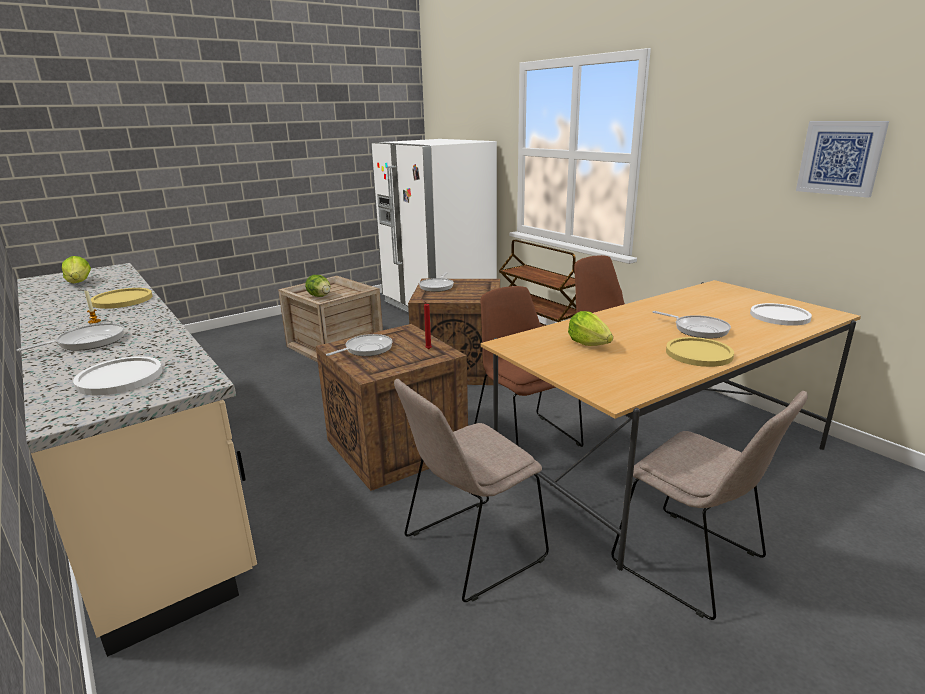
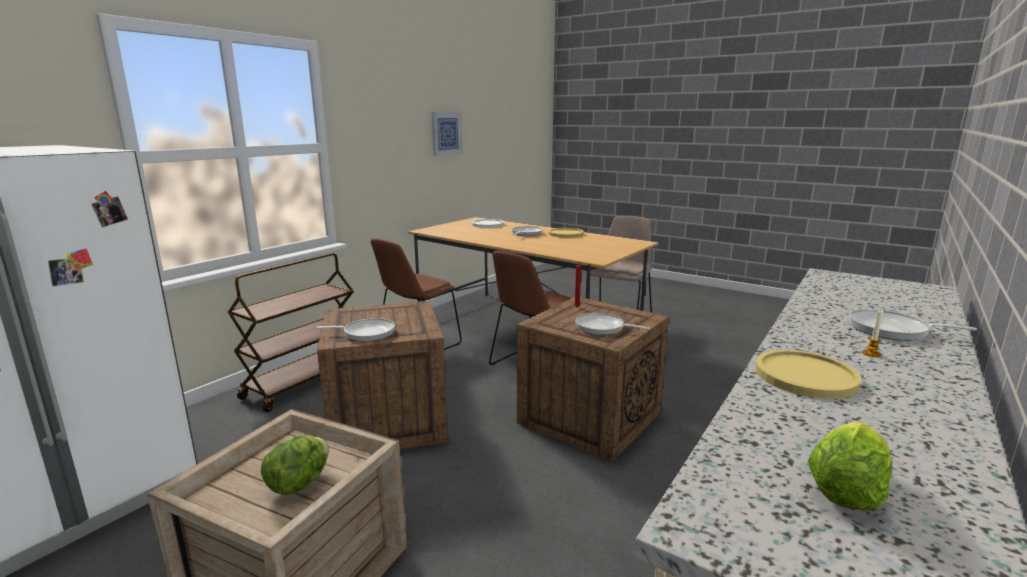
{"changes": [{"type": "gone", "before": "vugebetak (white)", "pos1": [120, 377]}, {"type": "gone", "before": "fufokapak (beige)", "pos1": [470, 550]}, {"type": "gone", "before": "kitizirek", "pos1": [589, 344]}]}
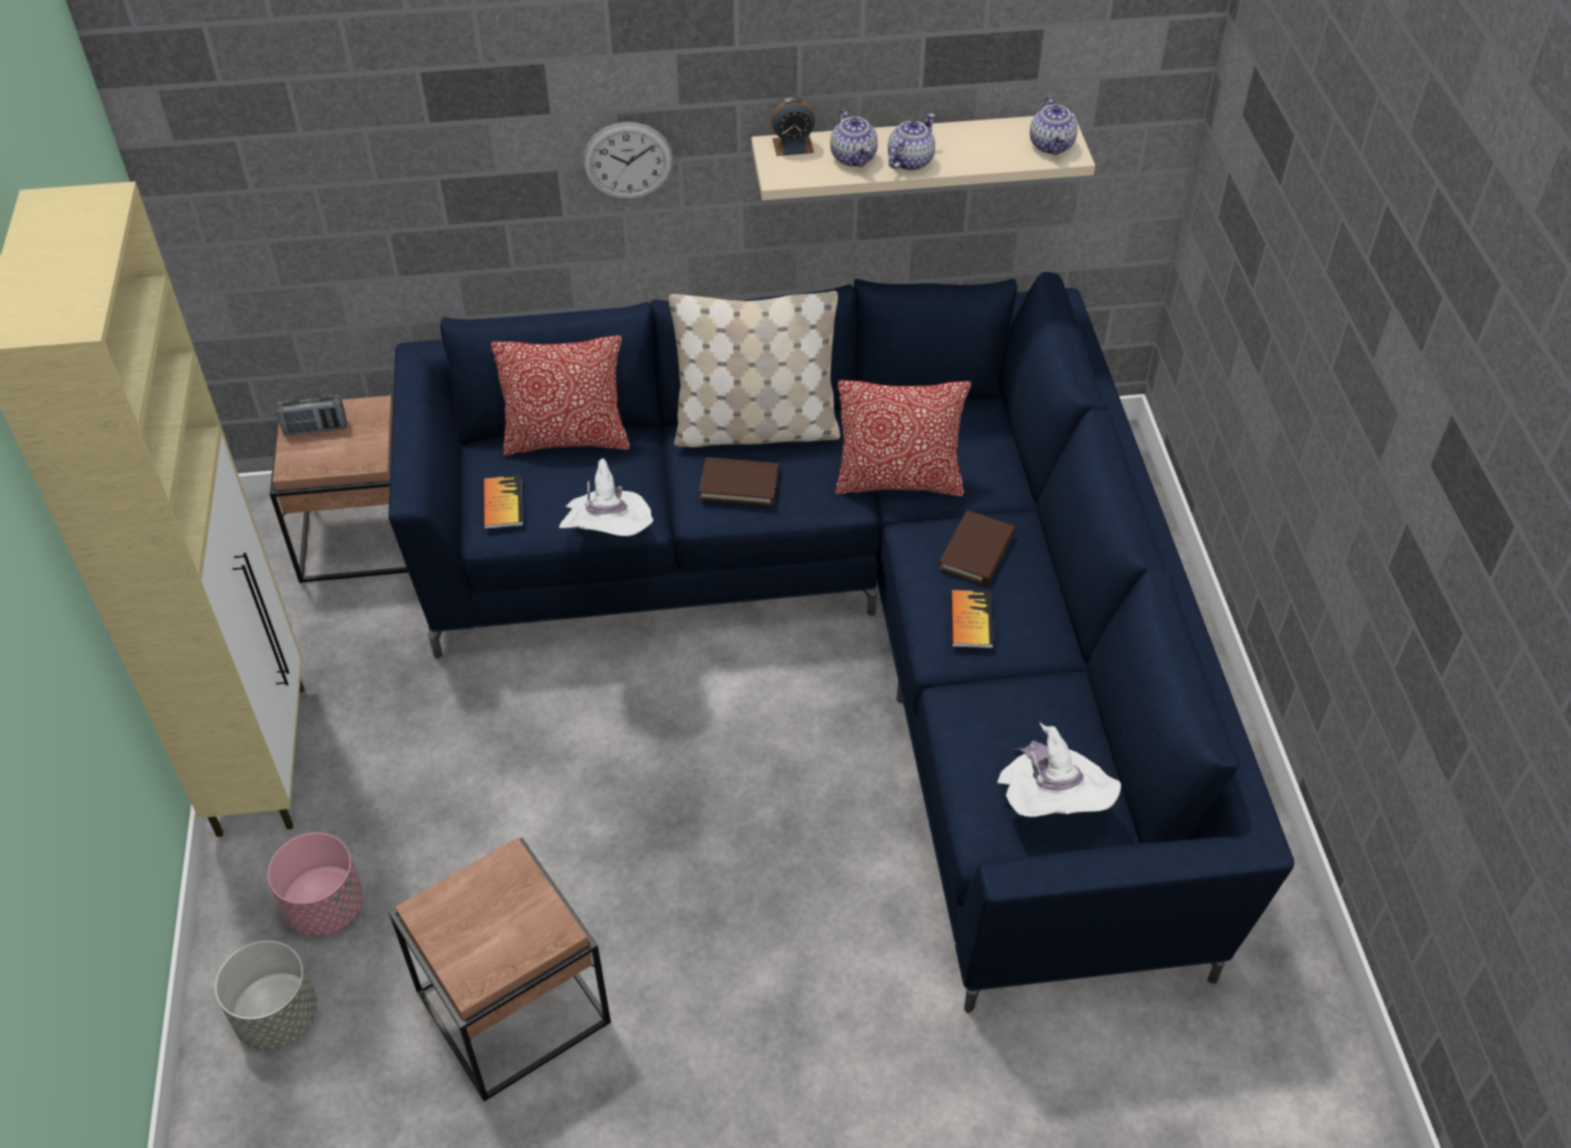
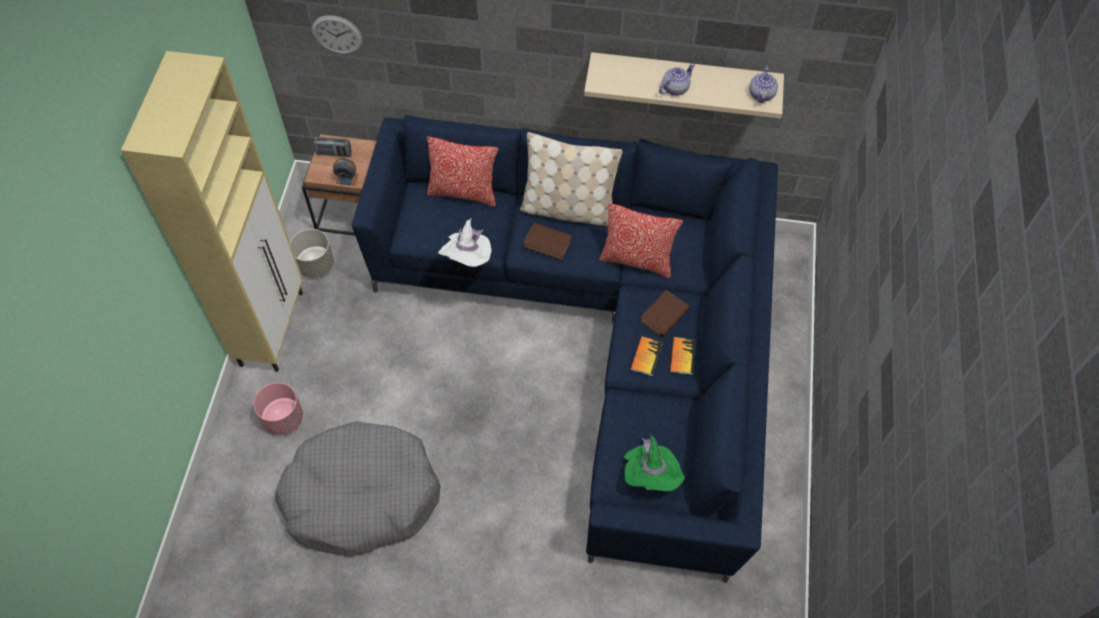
{"changes": [{"type": "swapped", "before": "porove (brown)", "after": "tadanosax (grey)", "pos1": [513, 1005], "pos2": [361, 496]}, {"type": "shifted", "before": "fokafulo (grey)", "pos1": [277, 1016], "pos2": [315, 265]}, {"type": "shifted", "before": "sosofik", "pos1": [627, 161], "pos2": [337, 34]}, {"type": "shifted", "before": "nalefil", "pos1": [793, 145], "pos2": [347, 178]}, {"type": "repainted", "before": "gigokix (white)", "after": "gigokix (green)", "pos1": [1051, 804], "pos2": [650, 475]}, {"type": "shifted", "before": "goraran", "pos1": [503, 504], "pos2": [682, 356]}, {"type": "gone", "before": "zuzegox", "pos1": [854, 158]}]}
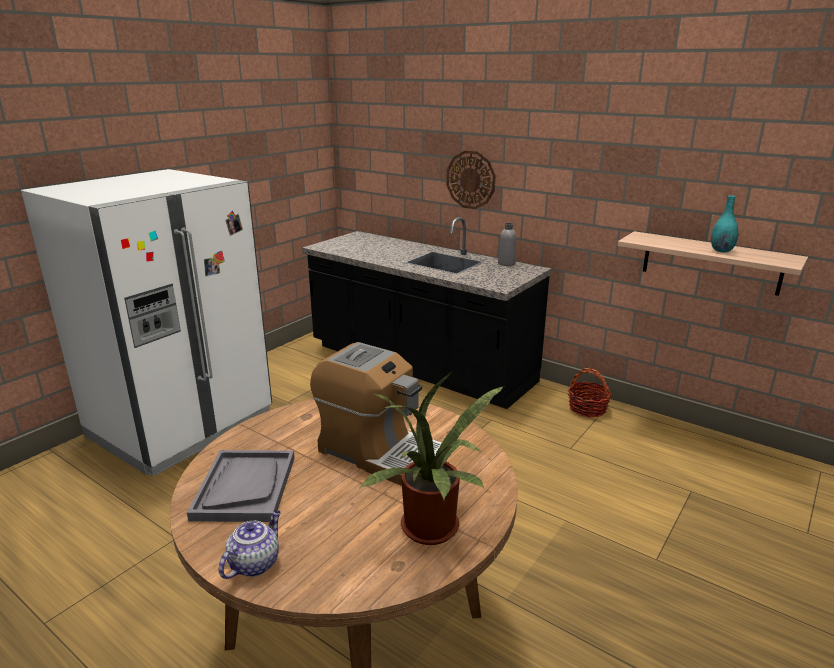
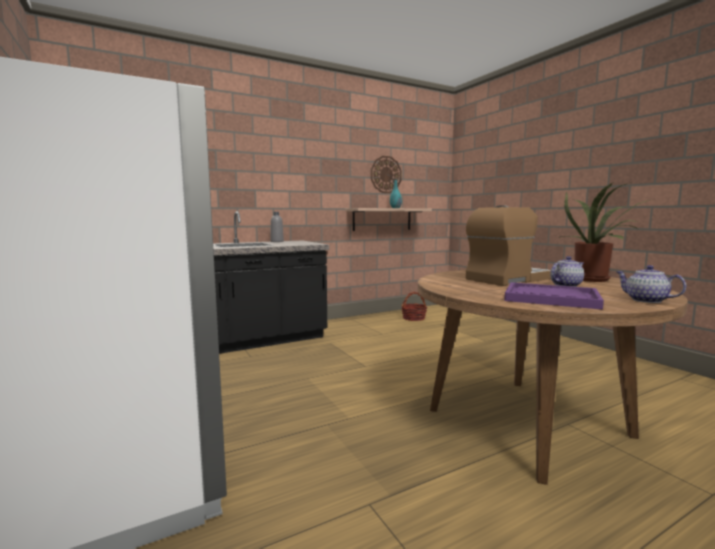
{"changes": [{"type": "shifted", "before": "sosofik", "pos1": [470, 180], "pos2": [385, 174]}, {"type": "shifted", "before": "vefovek", "pos1": [587, 408], "pos2": [413, 318]}, {"type": "repainted", "before": "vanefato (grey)", "after": "vanefato (purple)", "pos1": [245, 487], "pos2": [550, 298]}, {"type": "new", "after": "zuzegox", "pos2": [566, 285]}]}
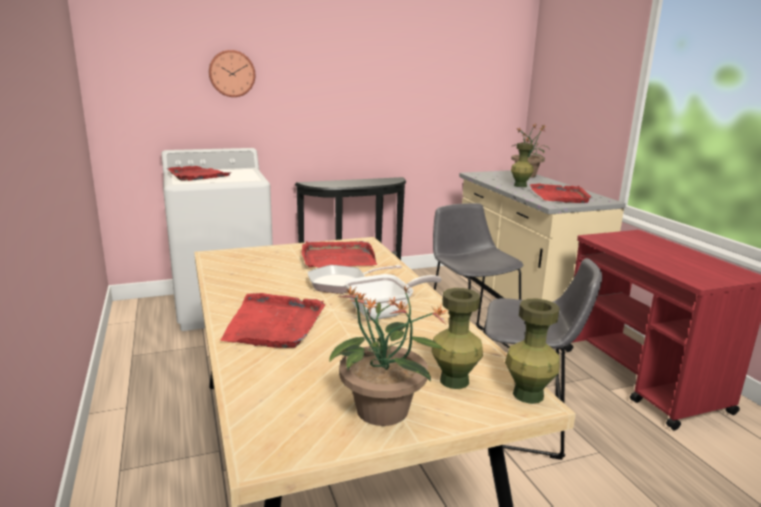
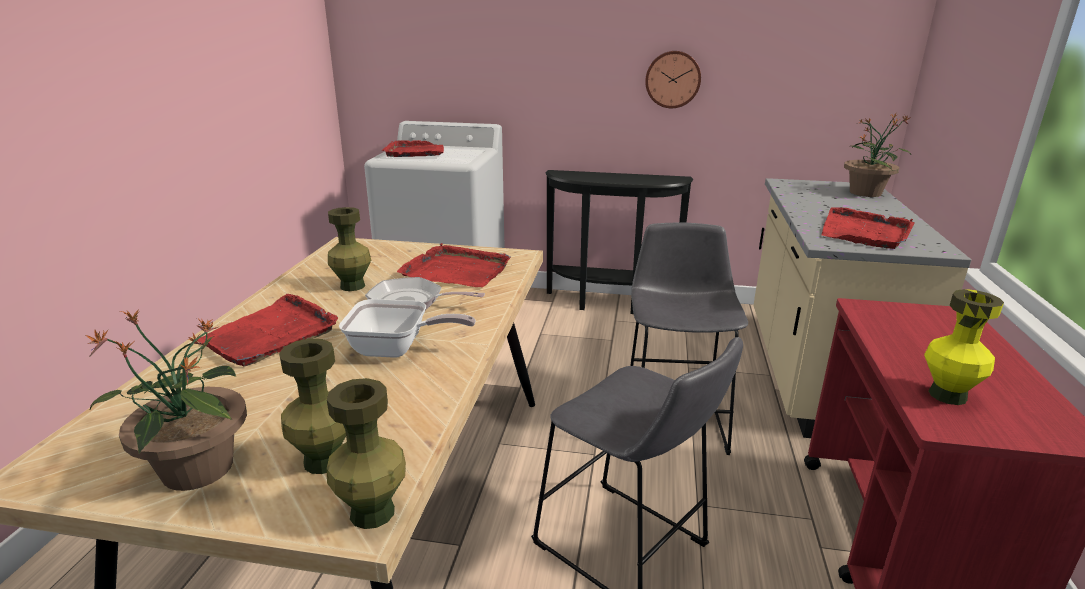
{"changes": [{"type": "shifted", "before": "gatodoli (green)", "pos1": [520, 185], "pos2": [352, 286]}, {"type": "shifted", "before": "sosofik", "pos1": [231, 73], "pos2": [672, 79]}, {"type": "new", "after": "gatodoli (yellow)", "pos2": [947, 395]}]}
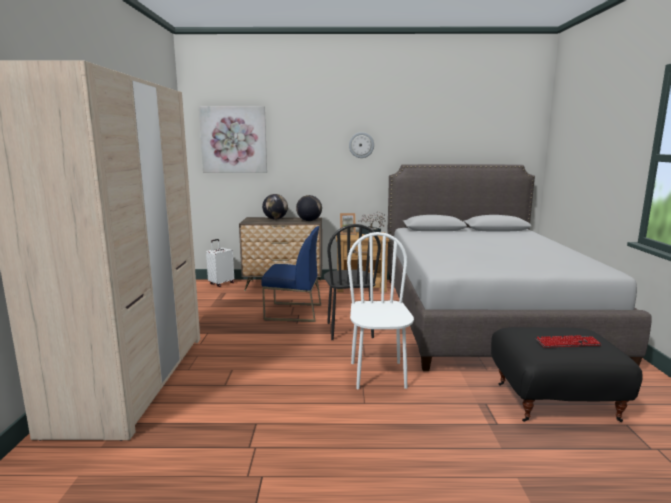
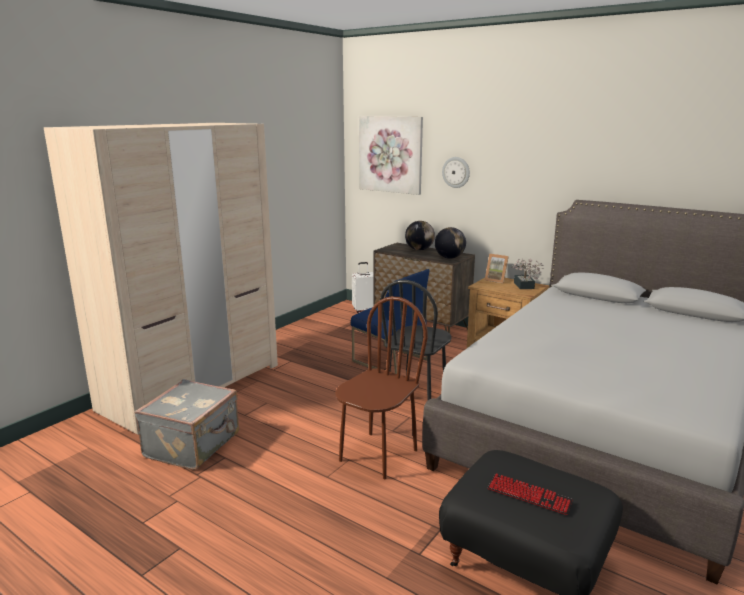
{"changes": [{"type": "new", "after": "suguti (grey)", "pos2": [194, 445]}, {"type": "repainted", "before": "fufokapak (white)", "after": "fufokapak (brown)", "pos1": [378, 375], "pos2": [378, 455]}, {"type": "shifted", "before": "sosofik", "pos1": [361, 145], "pos2": [456, 172]}]}
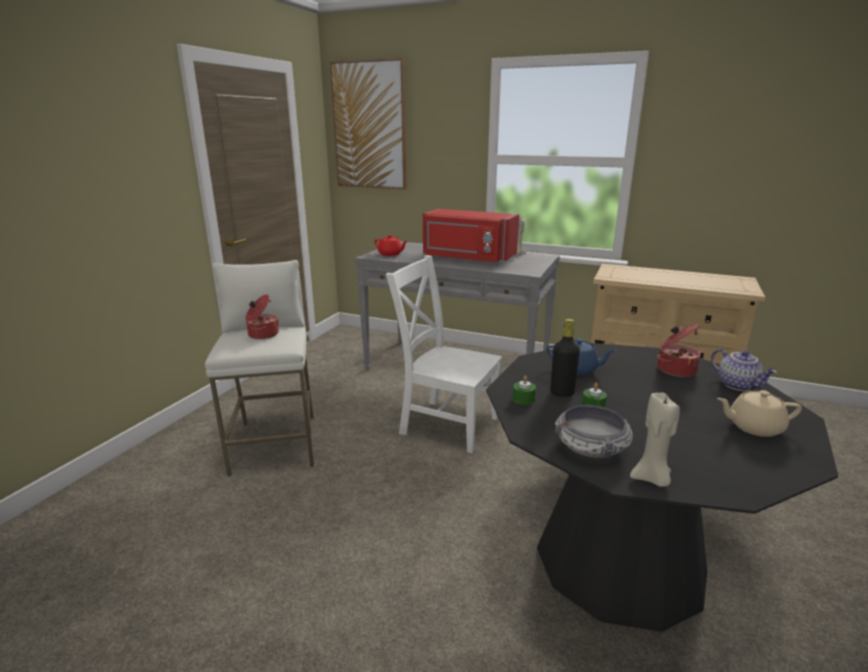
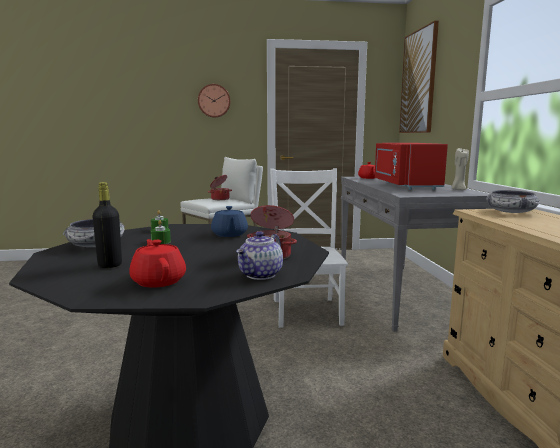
{"changes": [{"type": "shifted", "before": "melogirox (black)", "pos1": [562, 393], "pos2": [110, 265]}, {"type": "repainted", "before": "zuzegox (beige)", "after": "zuzegox (red)", "pos1": [753, 427], "pos2": [158, 281]}, {"type": "new", "after": "sosofik", "pos2": [214, 101]}, {"type": "new", "after": "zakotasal", "pos2": [510, 212]}, {"type": "gone", "before": "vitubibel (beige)", "pos1": [651, 479]}]}
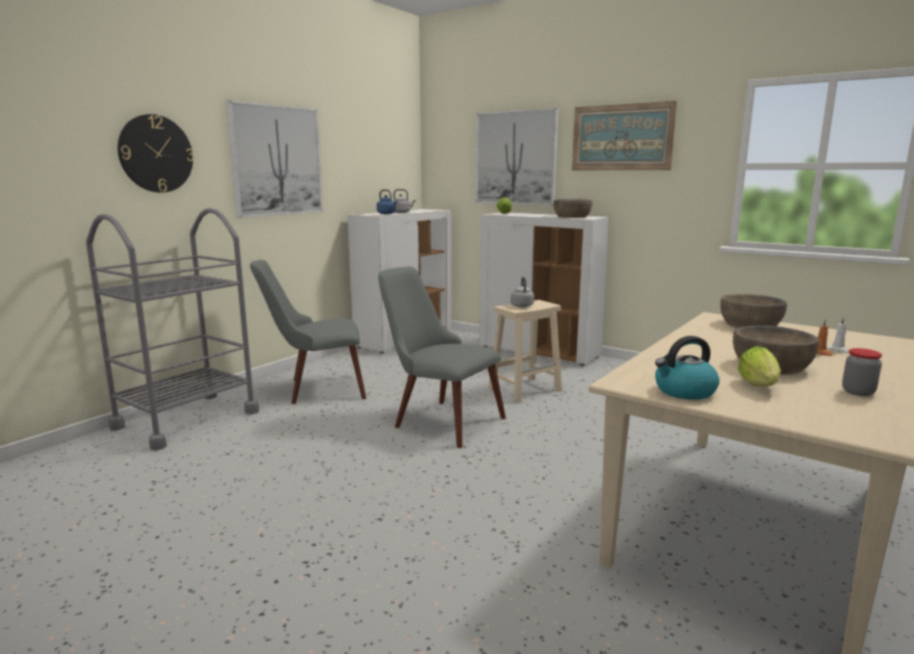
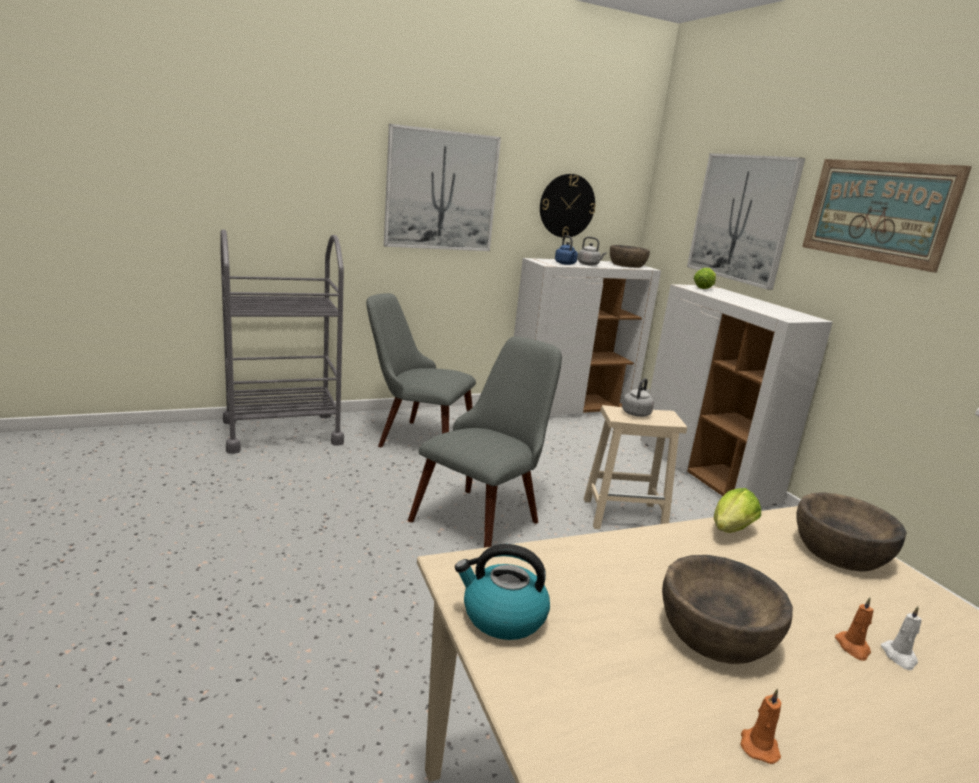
{"changes": [{"type": "rotated", "before": "fufokapak (grey)", "pos1": [438, 419], "pos2": [484, 515], "turn": 60}, {"type": "shifted", "before": "sosofik", "pos1": [156, 154], "pos2": [567, 206]}, {"type": "shifted", "before": "zakotasal (brown)", "pos1": [572, 216], "pos2": [627, 265]}, {"type": "shifted", "before": "kitizirek", "pos1": [760, 387], "pos2": [729, 531]}, {"type": "swapped", "before": "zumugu", "after": "vitubibel (orange)", "pos1": [858, 392], "pos2": [758, 745]}]}
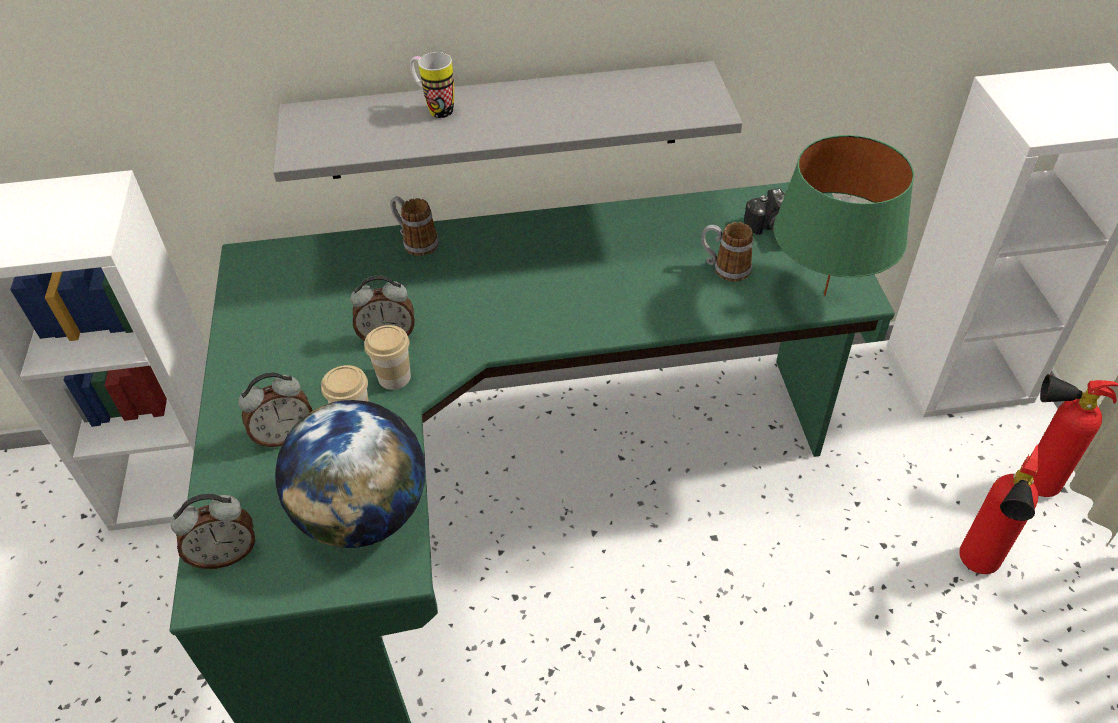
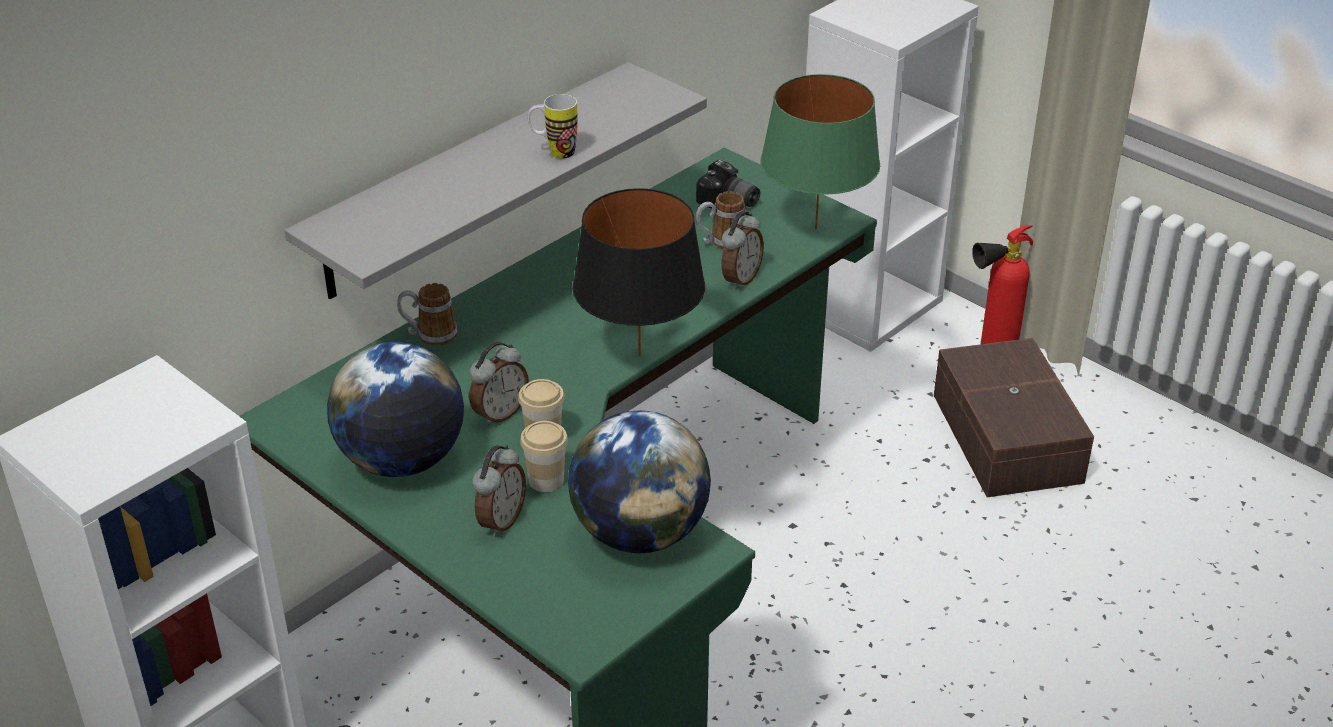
{"changes": [{"type": "new", "after": "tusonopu", "pos2": [402, 460]}, {"type": "shifted", "before": "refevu", "pos1": [435, 109], "pos2": [554, 153]}, {"type": "new", "after": "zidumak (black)", "pos2": [639, 355]}, {"type": "shifted", "before": "nalefil", "pos1": [226, 554], "pos2": [740, 279]}, {"type": "swapped", "before": "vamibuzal", "after": "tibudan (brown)", "pos1": [975, 568], "pos2": [1004, 439]}]}
